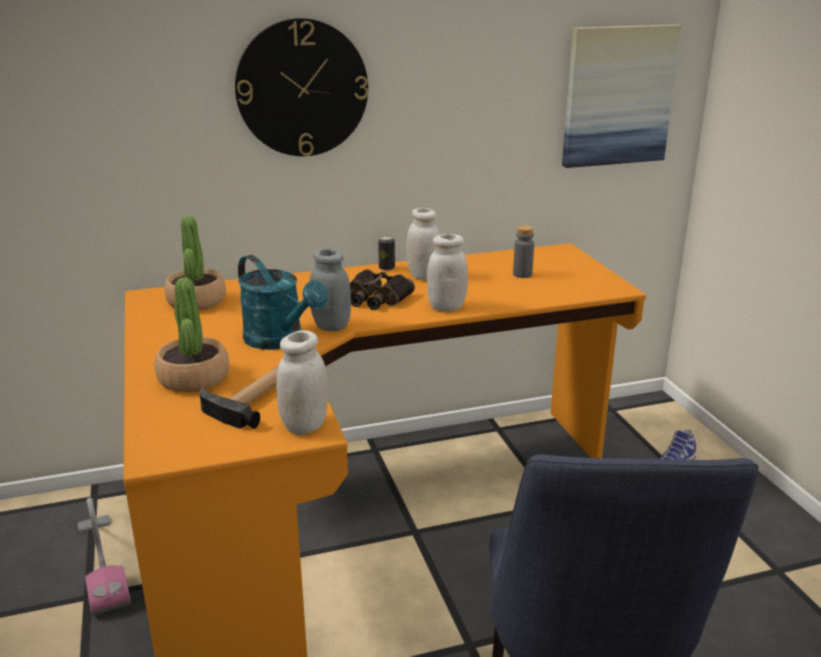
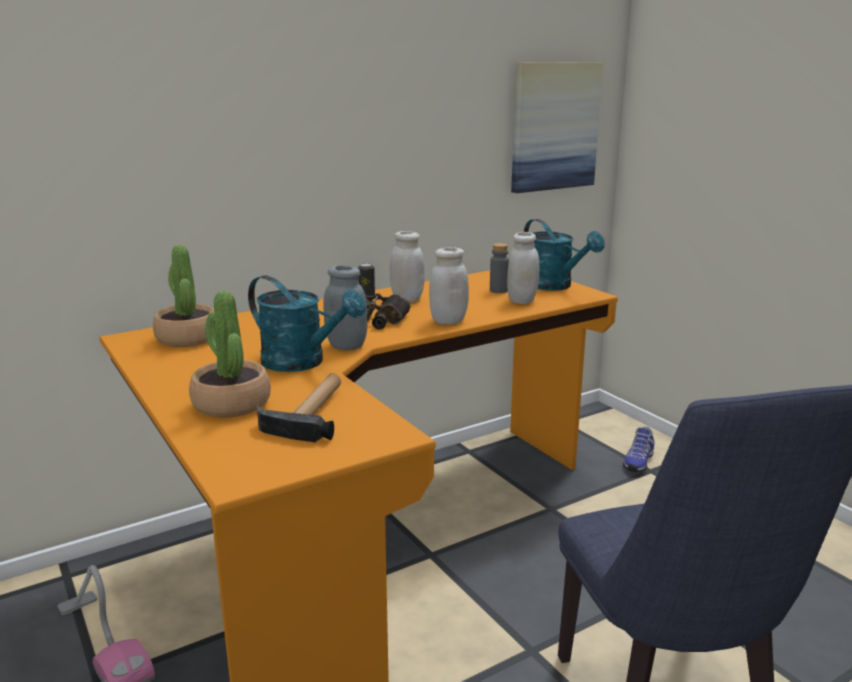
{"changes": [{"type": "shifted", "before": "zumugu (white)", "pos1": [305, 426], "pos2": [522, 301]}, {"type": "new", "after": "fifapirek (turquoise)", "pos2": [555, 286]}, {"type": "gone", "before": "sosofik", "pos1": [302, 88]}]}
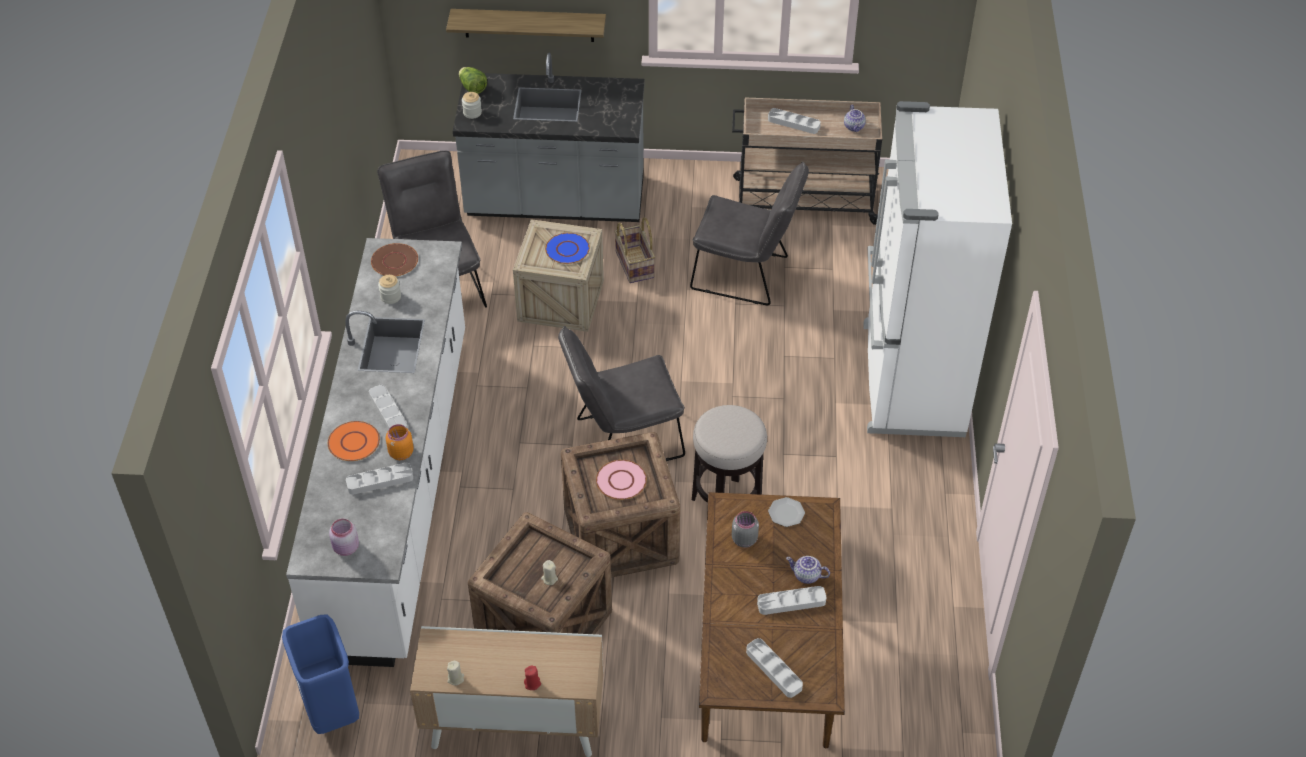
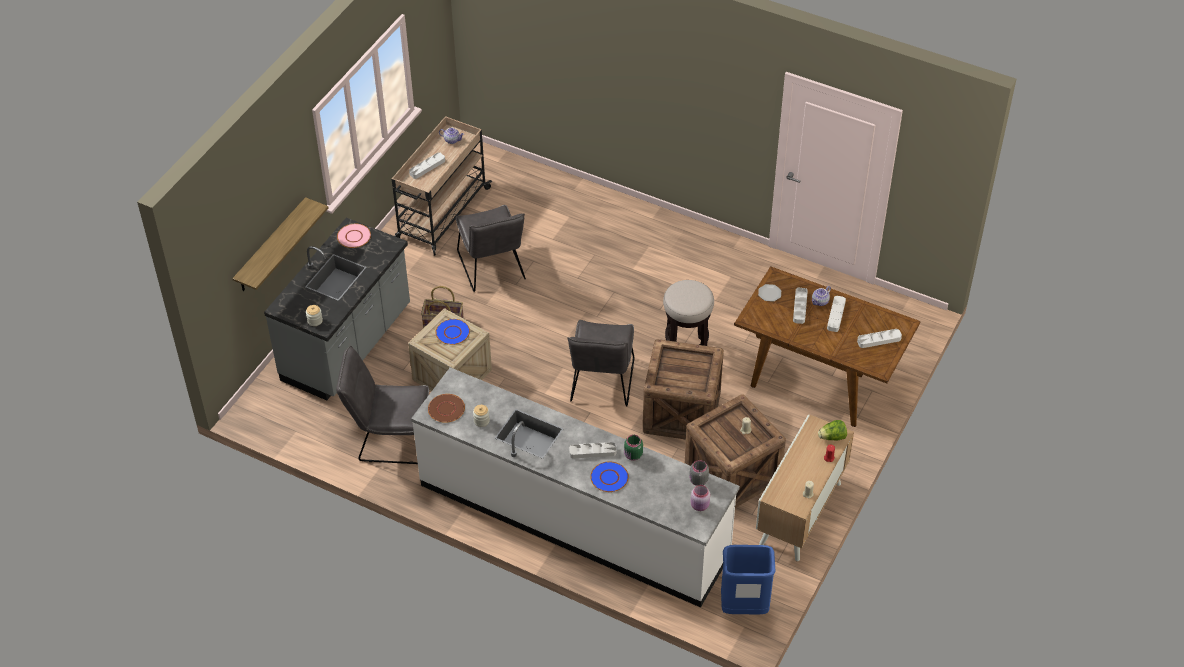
{"changes": [{"type": "shifted", "before": "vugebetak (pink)", "pos1": [621, 480], "pos2": [354, 236]}, {"type": "rotated", "before": "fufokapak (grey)", "pos1": [746, 275], "pos2": [492, 269], "turn": 120}, {"type": "repainted", "before": "vugebetak (orange)", "after": "vugebetak (blue)", "pos1": [353, 442], "pos2": [609, 478]}, {"type": "repainted", "before": "zumugu (orange)", "after": "zumugu (green)", "pos1": [400, 453], "pos2": [633, 455]}, {"type": "shifted", "before": "zumugu (grey)", "pos1": [743, 539], "pos2": [698, 480]}, {"type": "shifted", "before": "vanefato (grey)", "pos1": [380, 481], "pos2": [800, 307]}, {"type": "shifted", "before": "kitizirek", "pos1": [472, 88], "pos2": [832, 437]}, {"type": "gone", "before": "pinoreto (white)", "pos1": [910, 380]}]}
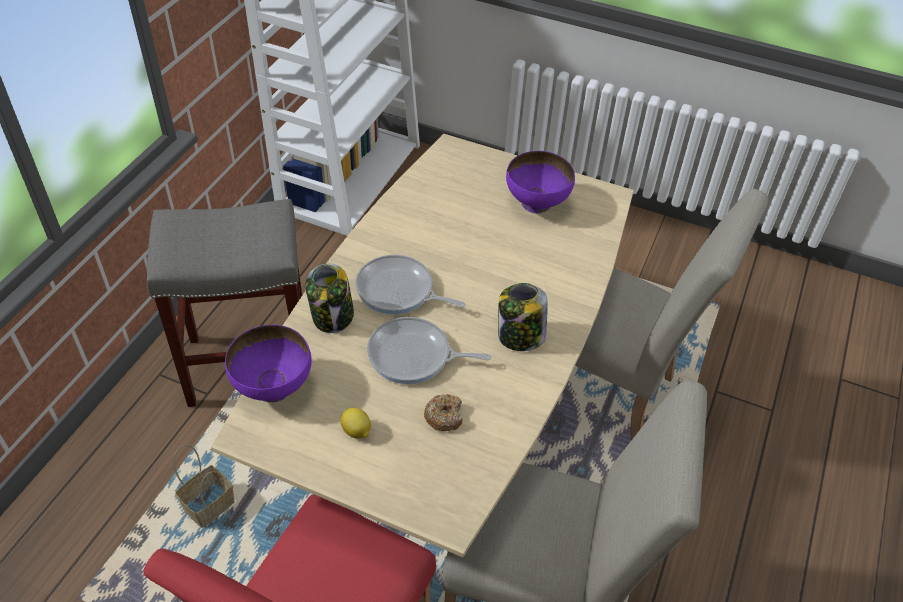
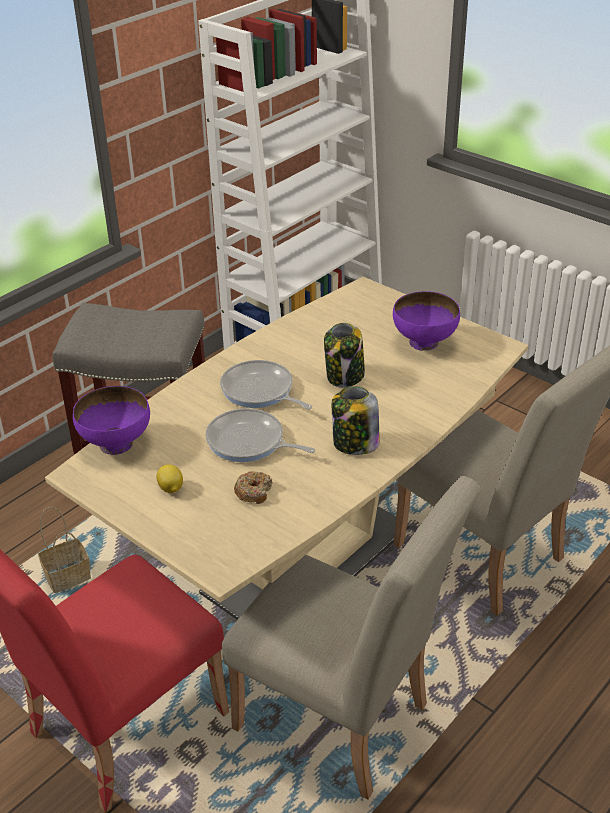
{"changes": [{"type": "shifted", "before": "zumugu", "pos1": [332, 317], "pos2": [345, 376]}]}
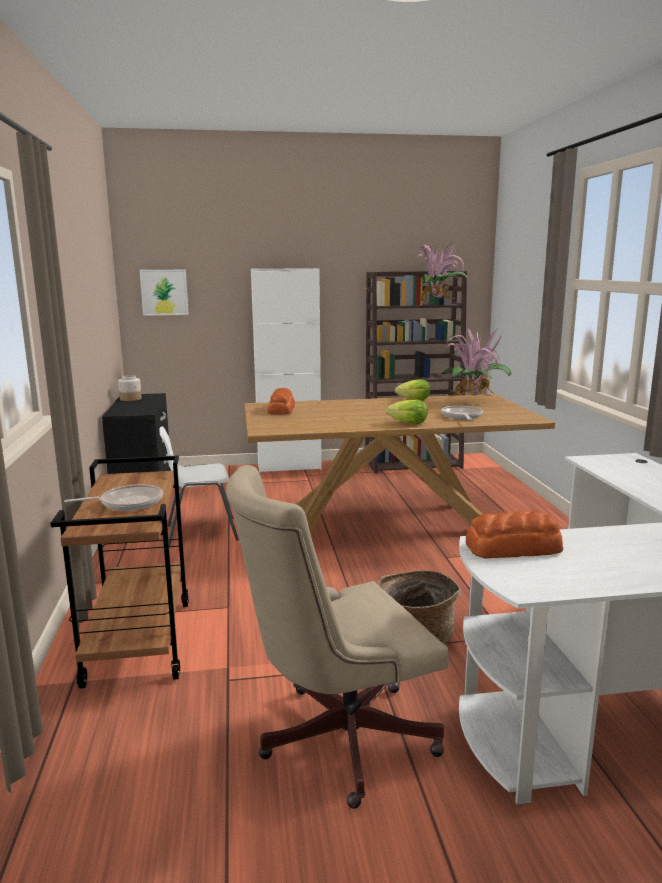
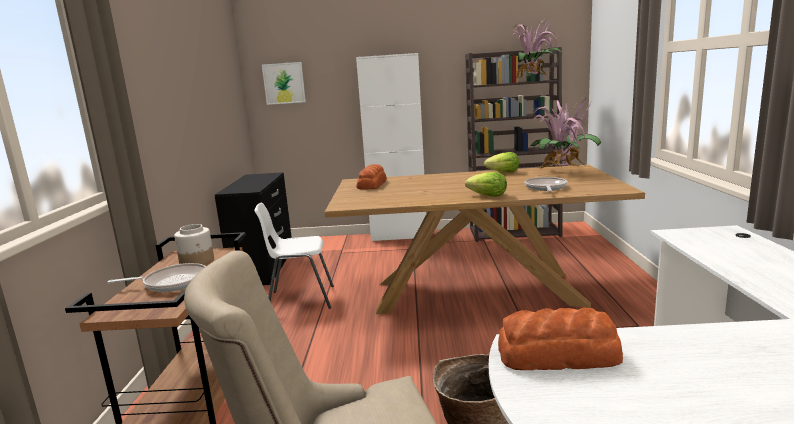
{"changes": [{"type": "shifted", "before": "zumugu", "pos1": [131, 399], "pos2": [197, 261]}]}
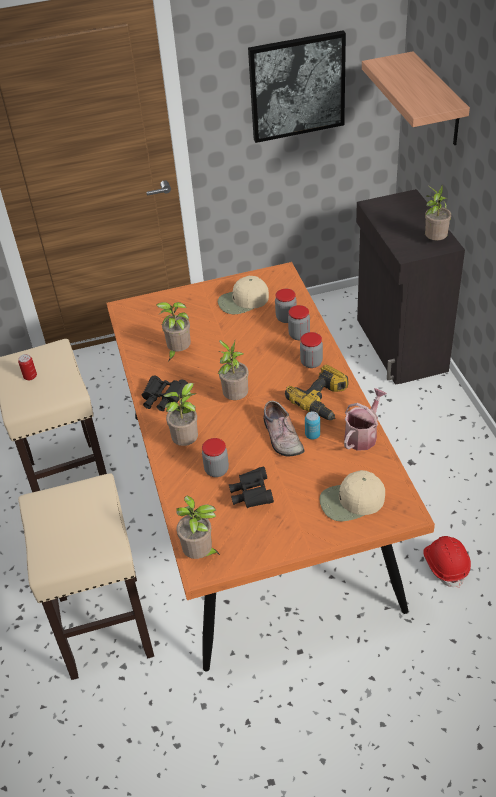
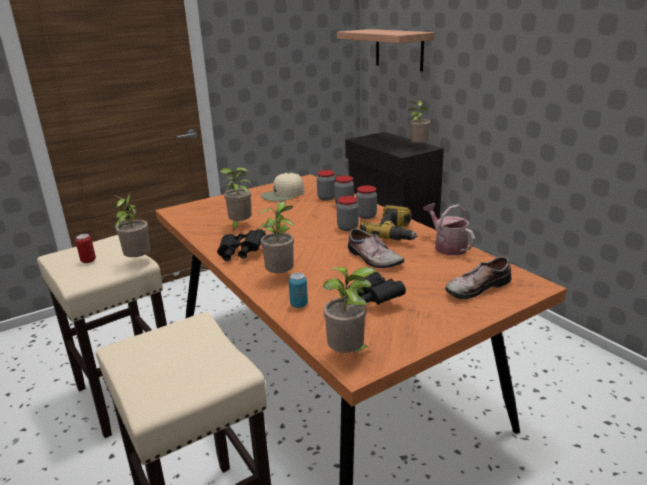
{"changes": [{"type": "shifted", "before": "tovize", "pos1": [235, 398], "pos2": [138, 261]}, {"type": "shifted", "before": "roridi", "pos1": [312, 435], "pos2": [299, 304]}, {"type": "shifted", "before": "zumugu", "pos1": [216, 470], "pos2": [347, 228]}, {"type": "rotated", "before": "fifapirek", "pos1": [363, 435], "pos2": [447, 246], "turn": -45}, {"type": "swapped", "before": "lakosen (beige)", "after": "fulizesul", "pos1": [351, 501], "pos2": [475, 287]}, {"type": "gone", "before": "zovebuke", "pos1": [297, 86]}, {"type": "gone", "before": "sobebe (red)", "pos1": [445, 565]}]}
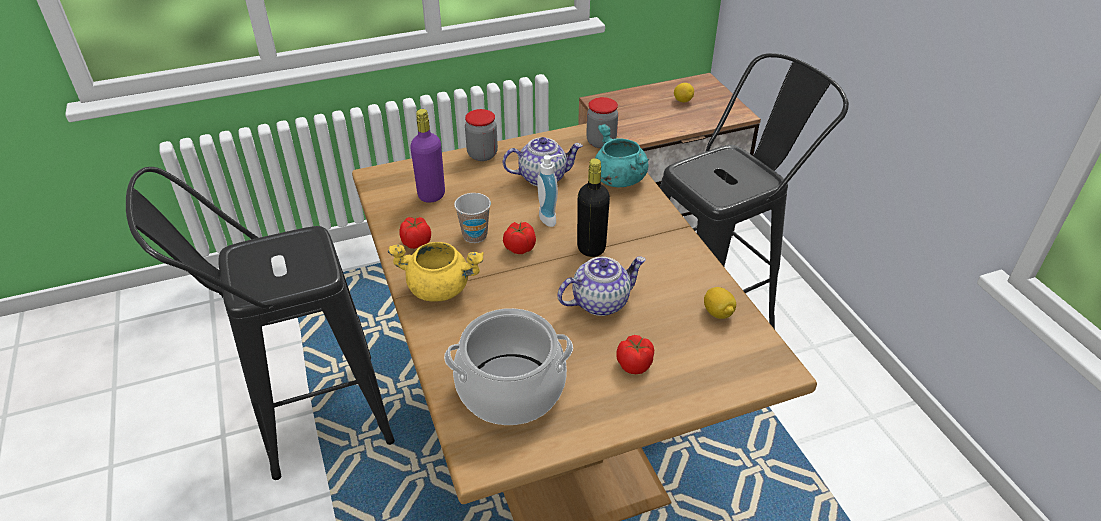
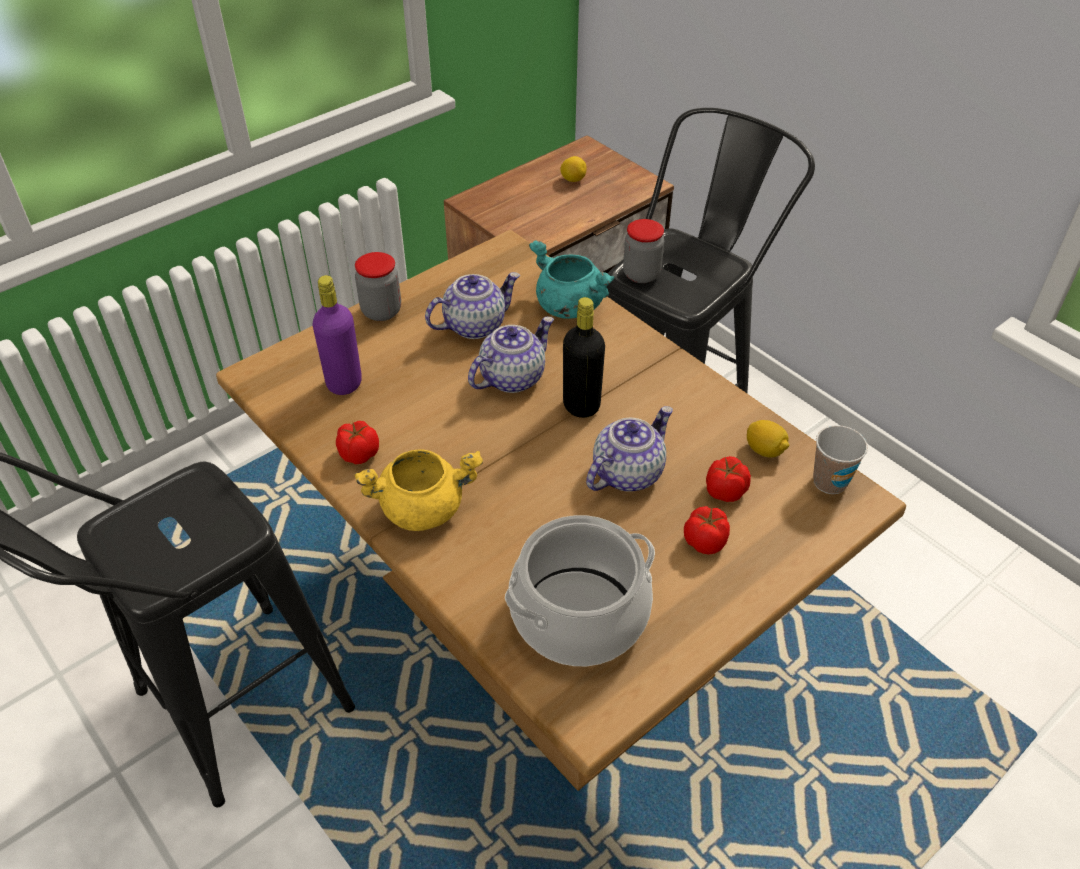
{"changes": [{"type": "swapped", "before": "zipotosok", "after": "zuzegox", "pos1": [550, 217], "pos2": [512, 377]}, {"type": "shifted", "before": "zumugu", "pos1": [601, 142], "pos2": [641, 274]}, {"type": "shifted", "before": "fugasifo", "pos1": [519, 248], "pos2": [724, 491]}, {"type": "shifted", "before": "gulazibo", "pos1": [475, 236], "pos2": [829, 482]}]}
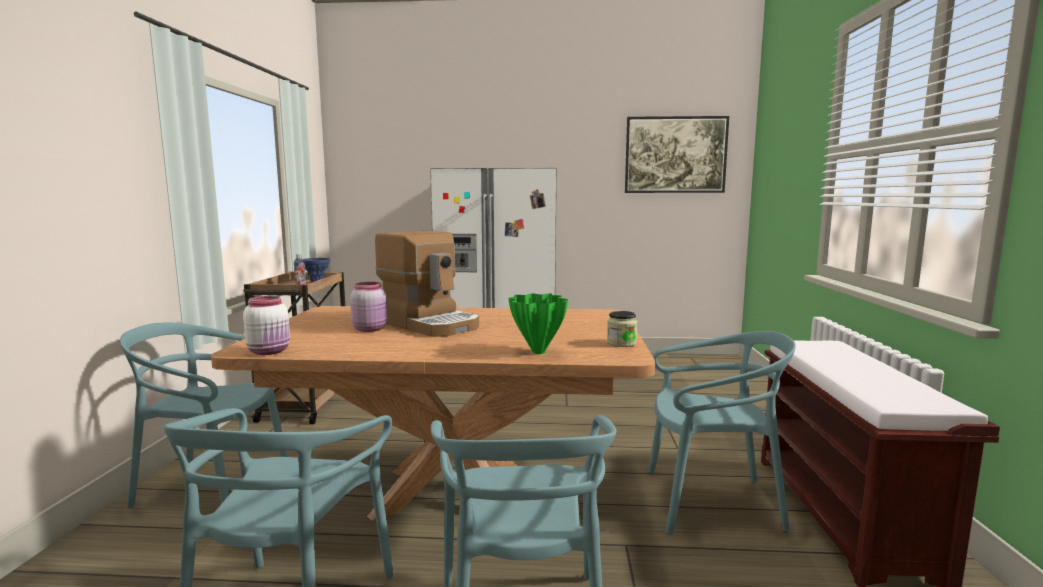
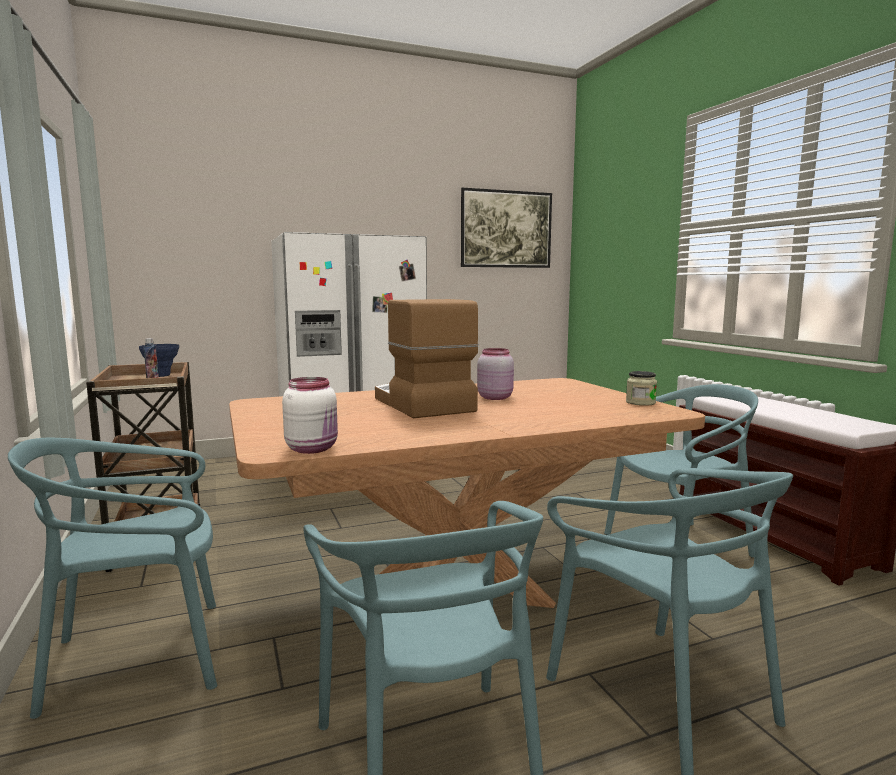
{"changes": [{"type": "rotated", "before": "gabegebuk", "pos1": [430, 323], "pos2": [420, 404], "turn": -135}, {"type": "shifted", "before": "zumugu (pink)", "pos1": [370, 329], "pos2": [495, 397]}, {"type": "gone", "before": "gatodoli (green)", "pos1": [537, 351]}]}
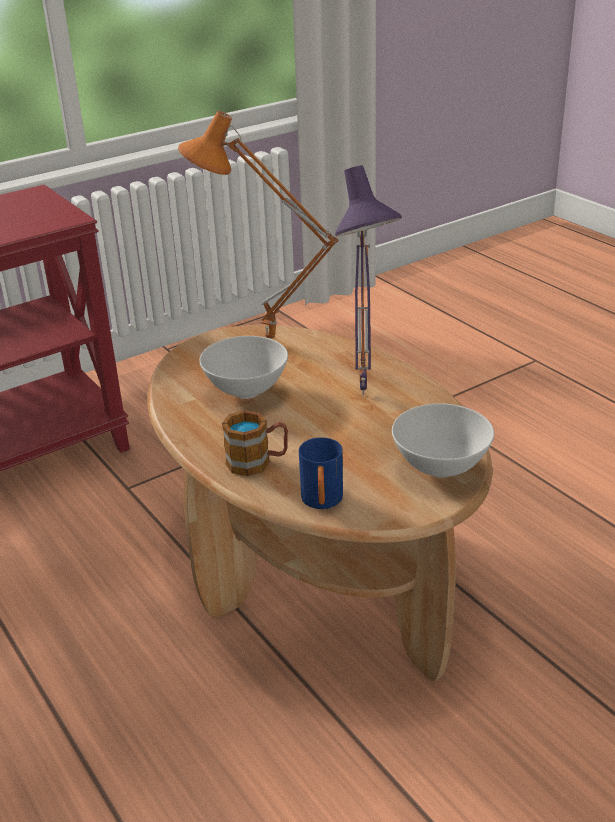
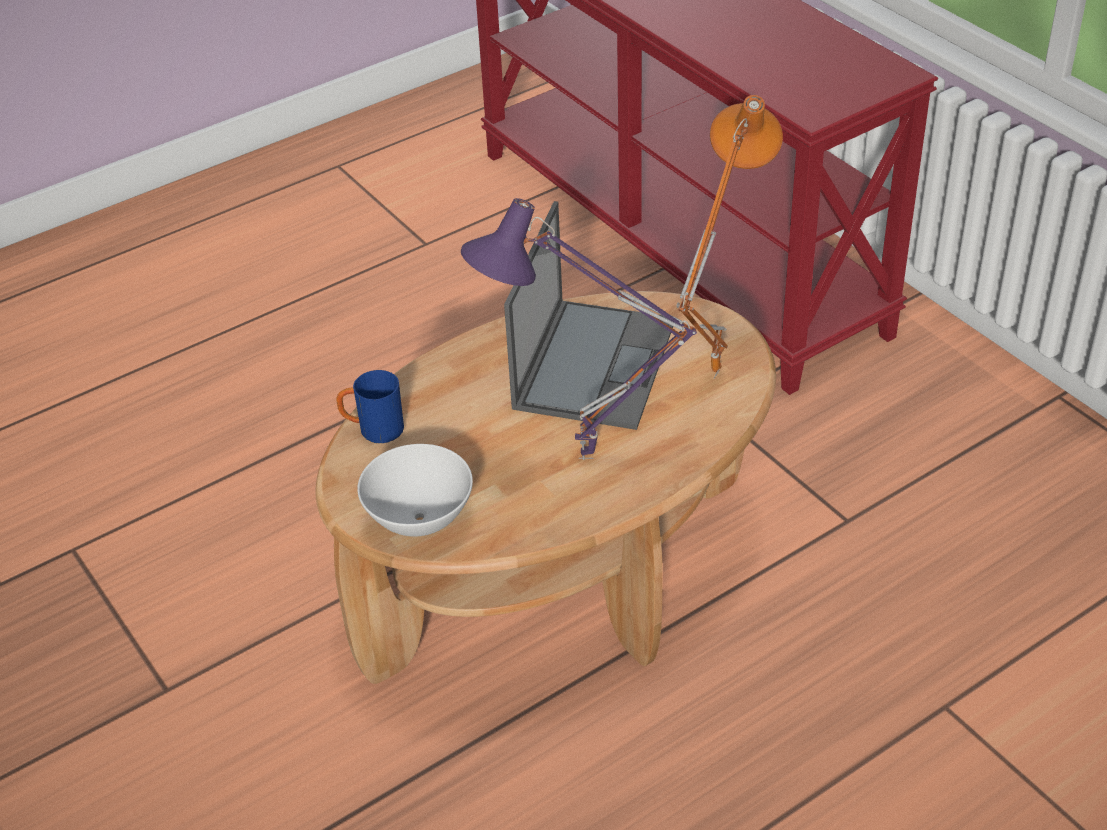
{"changes": [{"type": "swapped", "before": "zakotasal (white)", "after": "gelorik", "pos1": [245, 392], "pos2": [595, 362]}, {"type": "gone", "before": "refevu", "pos1": [257, 462]}]}
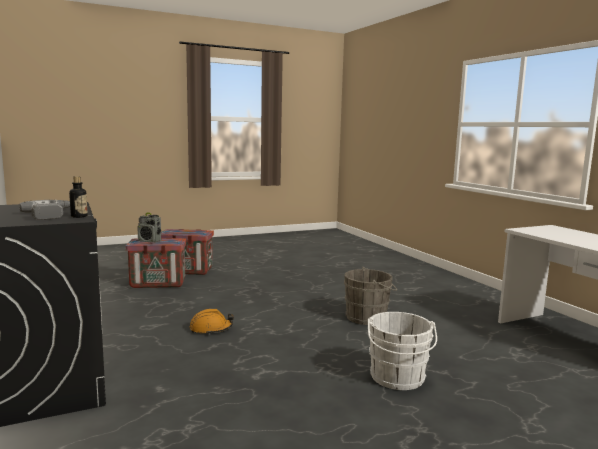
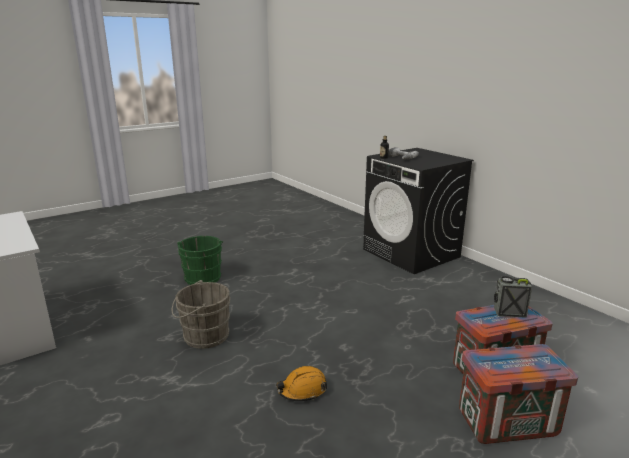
{"changes": [{"type": "repainted", "before": "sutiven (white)", "after": "sutiven (green)", "pos1": [397, 379], "pos2": [203, 277]}, {"type": "shifted", "before": "sobebe (orange)", "pos1": [211, 329], "pos2": [302, 390]}]}
